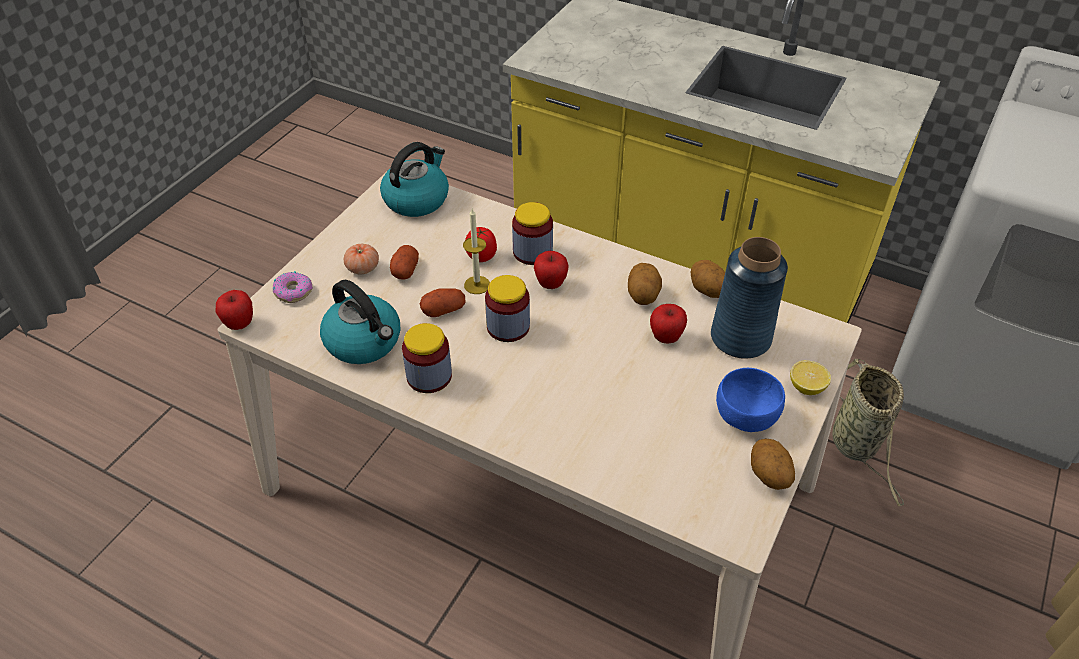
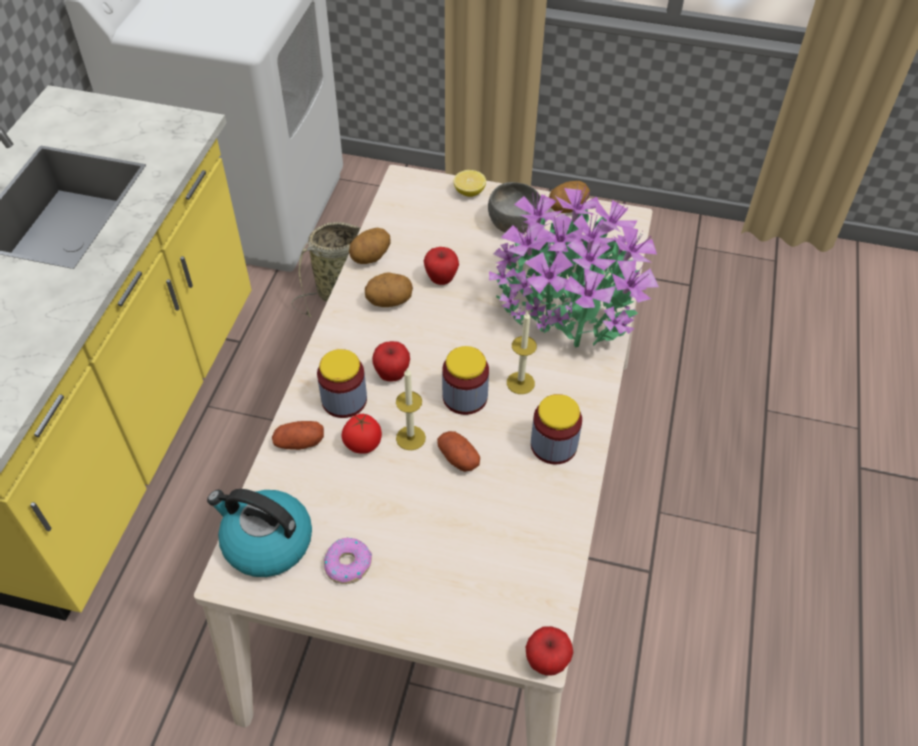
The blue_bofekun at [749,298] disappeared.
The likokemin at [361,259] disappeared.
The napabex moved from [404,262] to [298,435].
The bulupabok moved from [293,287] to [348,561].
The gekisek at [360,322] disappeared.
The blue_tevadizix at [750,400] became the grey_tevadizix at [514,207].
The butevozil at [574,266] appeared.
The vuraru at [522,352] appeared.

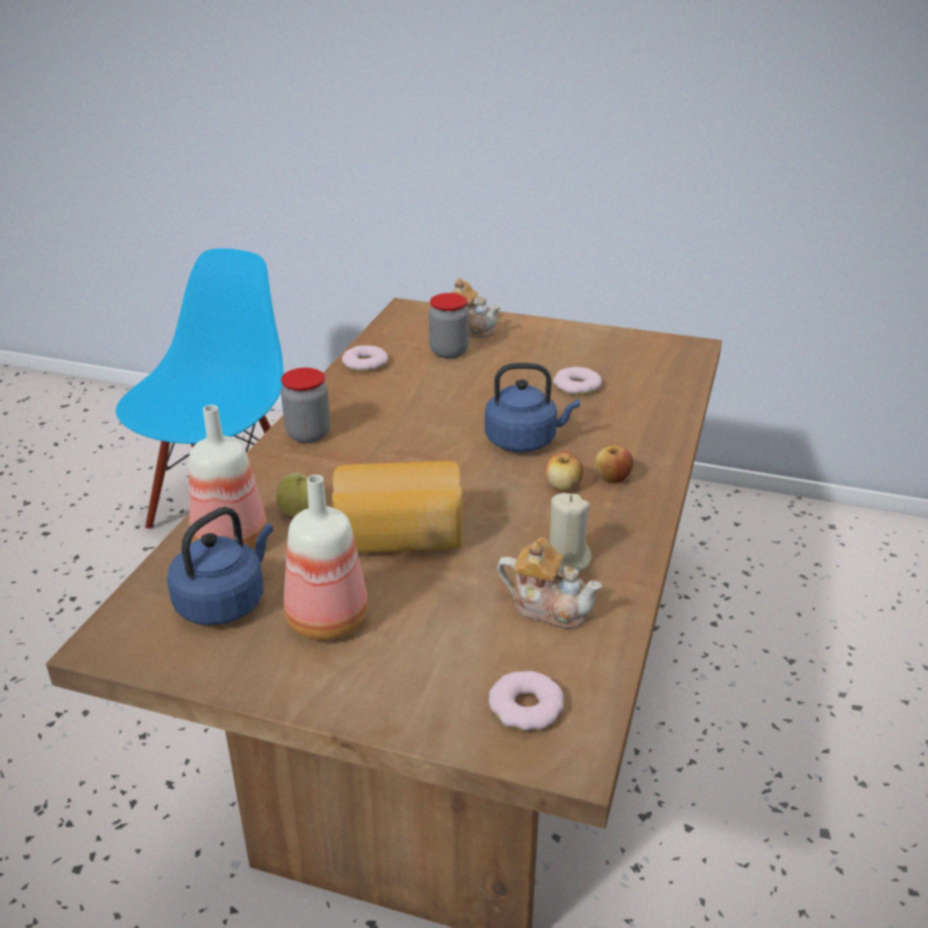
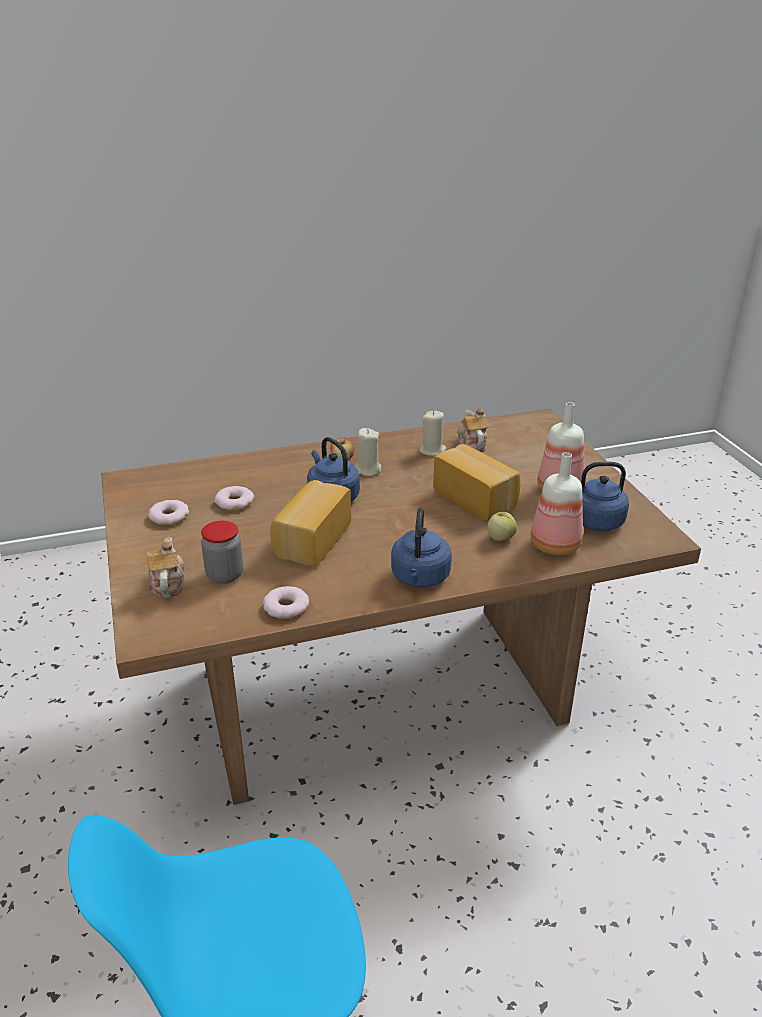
The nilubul at [305,405] was replaced by the blue_gekisek at [421,547].
The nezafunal at [564,471] was replaced by the beige_vuraru at [368,452].
The bulupabok moved from [526,701] to [168,512].
The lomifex at [310,523] appeared.

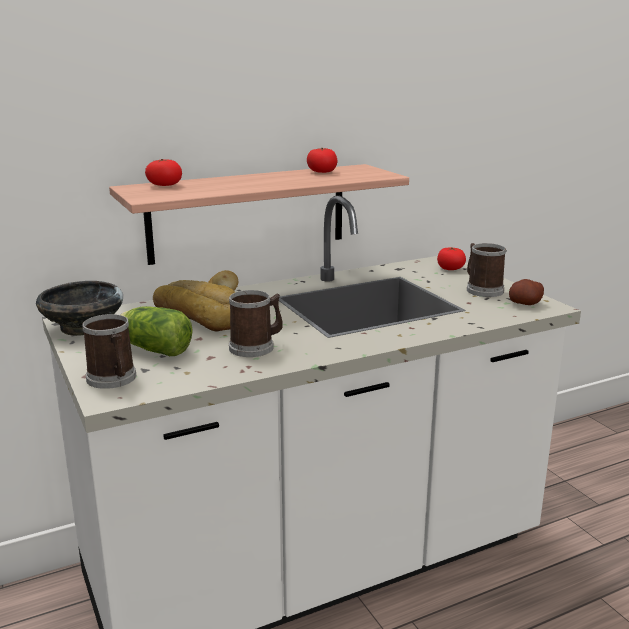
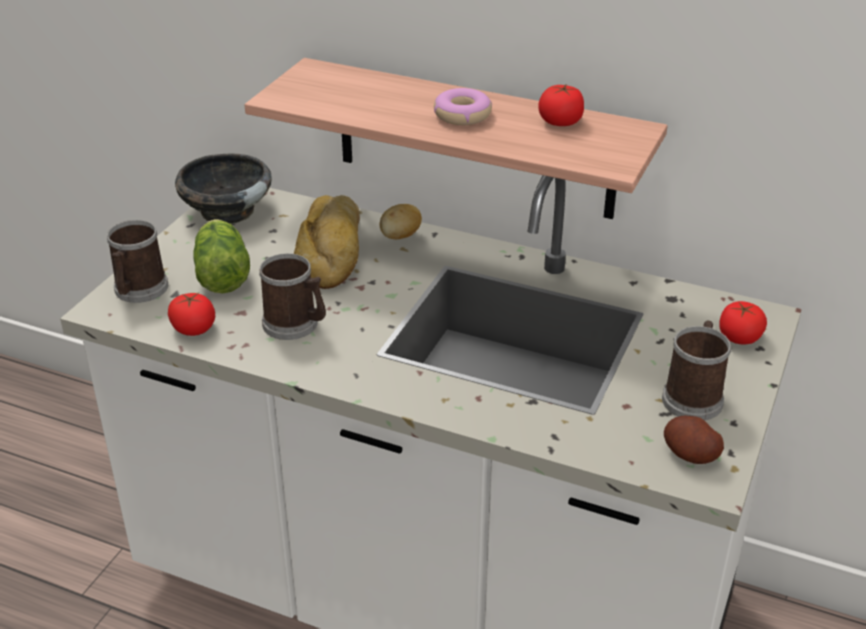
The likokemin moved from [163,172] to [191,314].
The bulupabok at [463,106] appeared.

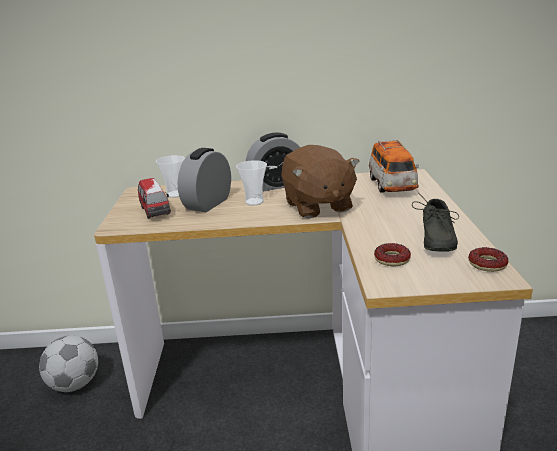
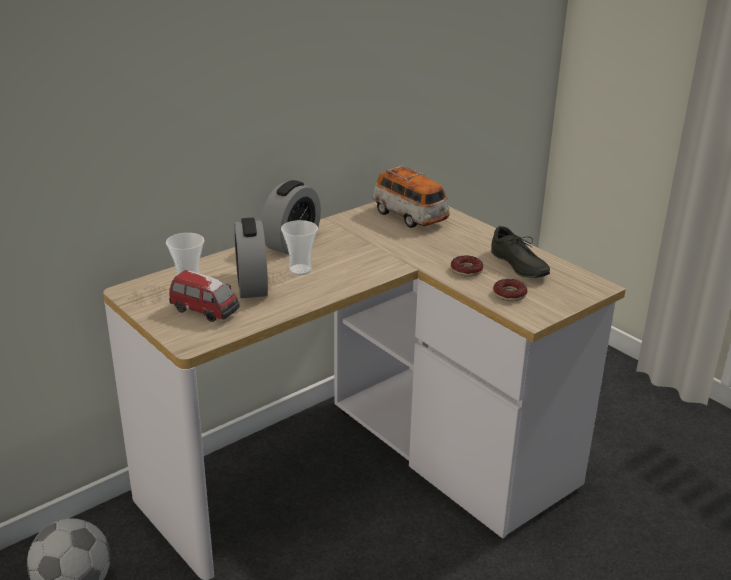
The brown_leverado at [320,181] disappeared.
The bulupabok moved from [488,259] to [467,266].

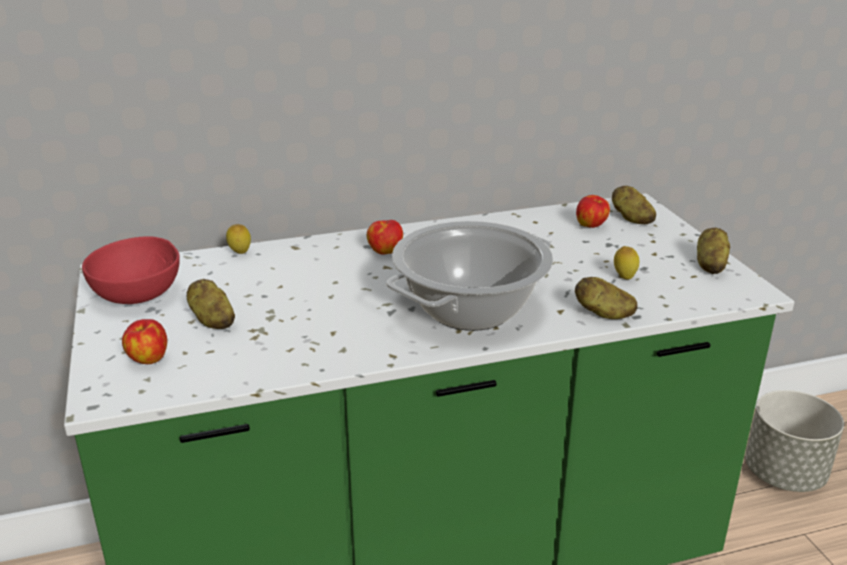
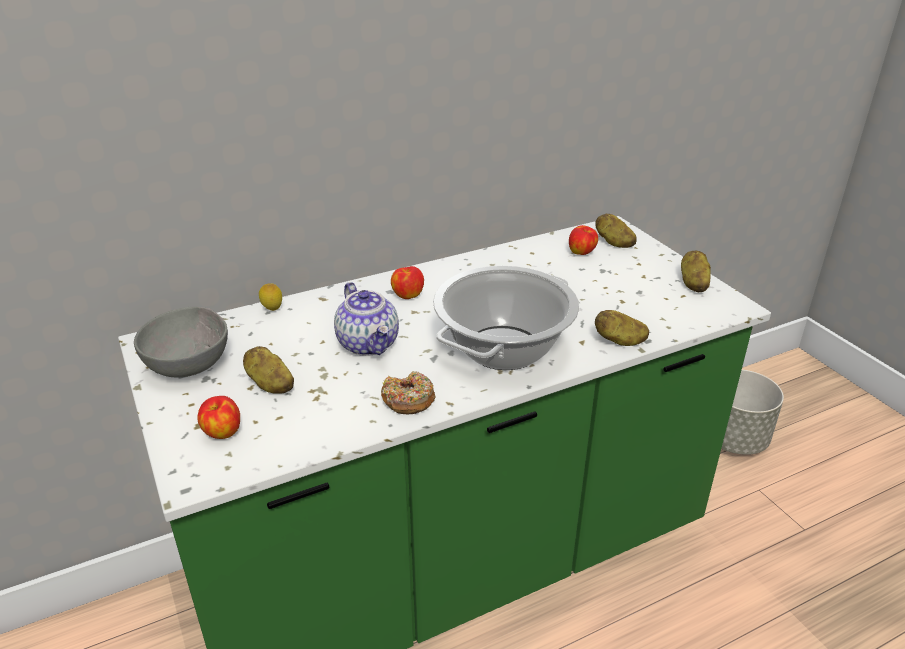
The red_tevadizix at [131,270] became the grey_tevadizix at [181,342].
The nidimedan at [626,263] disappeared.
The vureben at [366,319] appeared.
The bulupabok at [408,392] appeared.

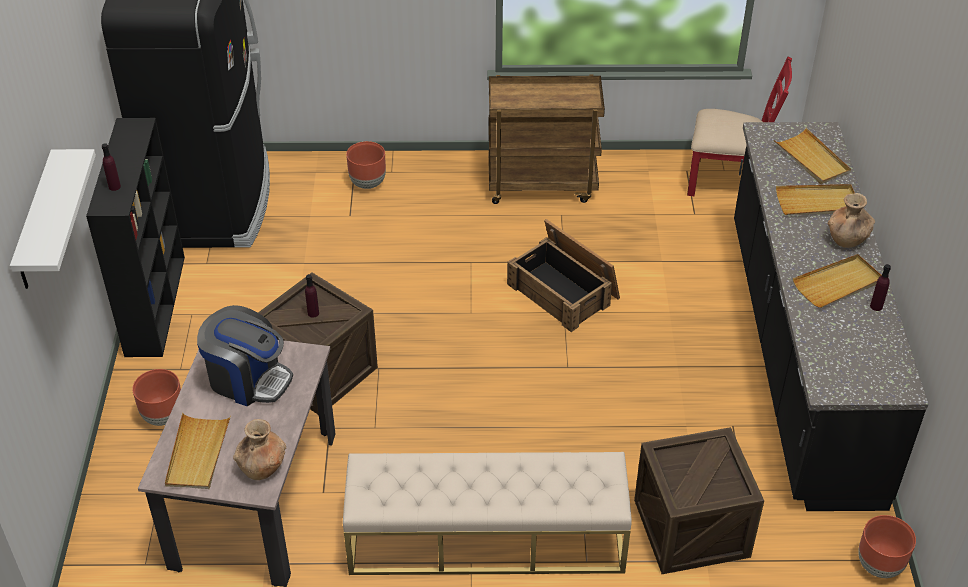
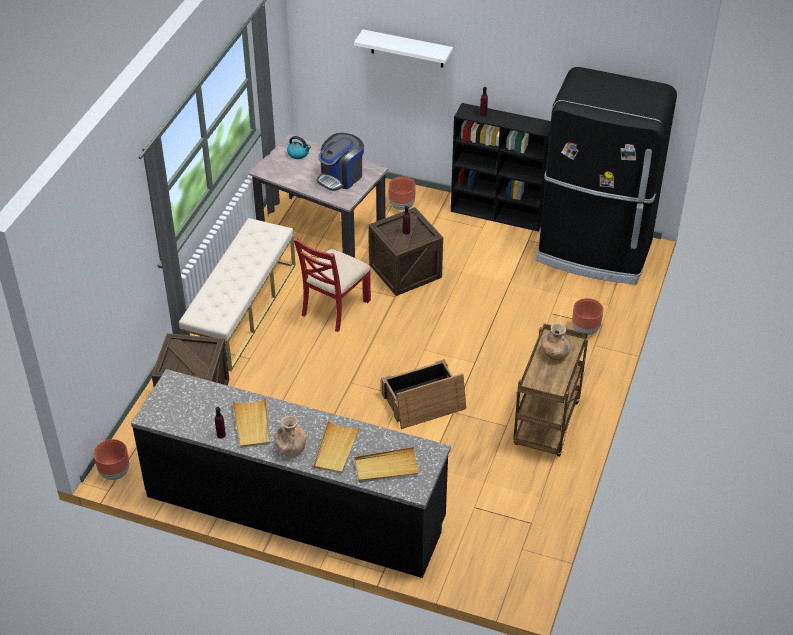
The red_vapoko moved from [739,126] to [332,284].
The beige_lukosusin at [198,451] was replaced by the gekisek at [299,147].
The brown_bofekun moved from [259,449] to [556,341].

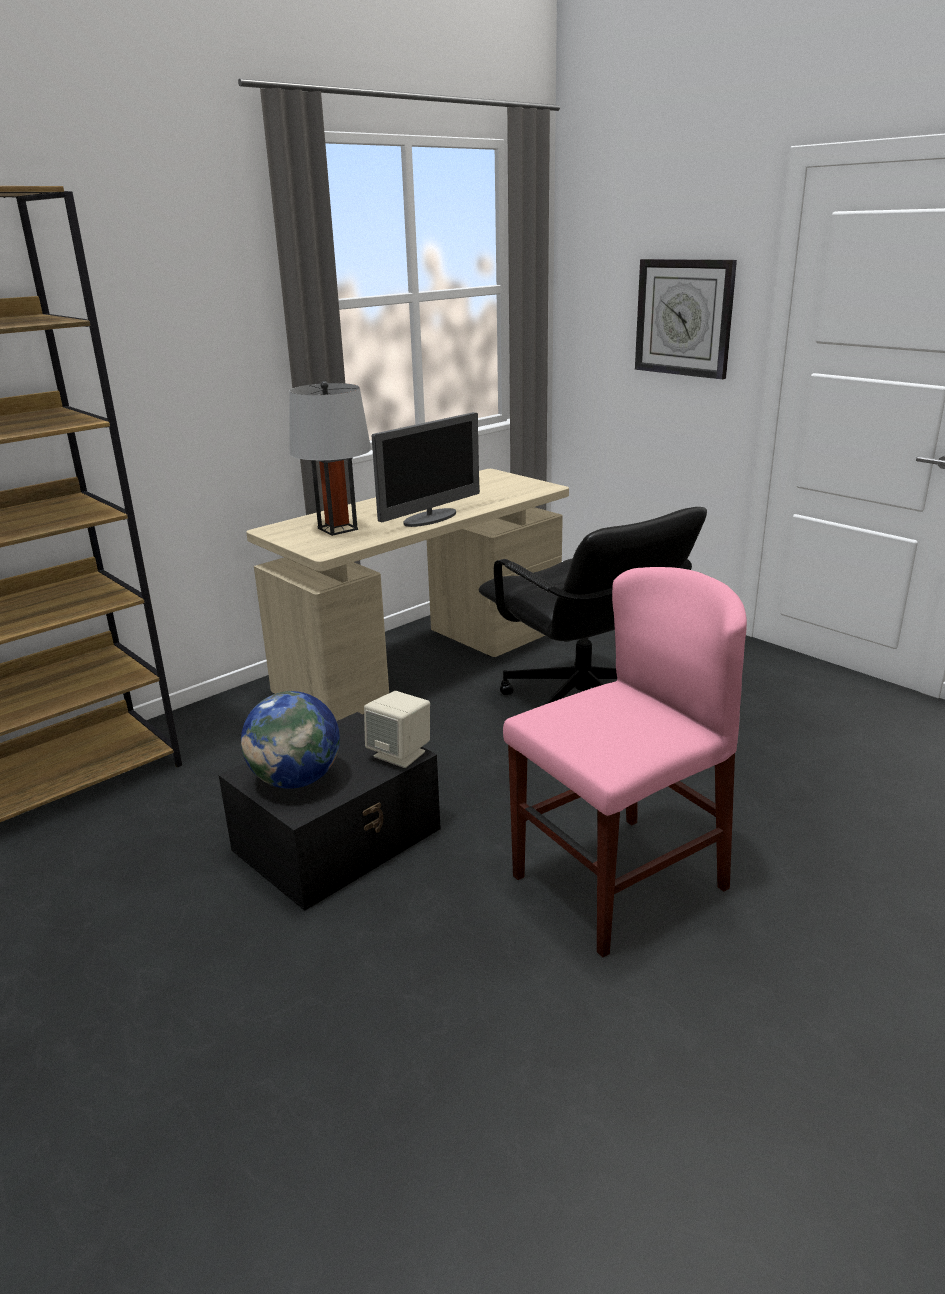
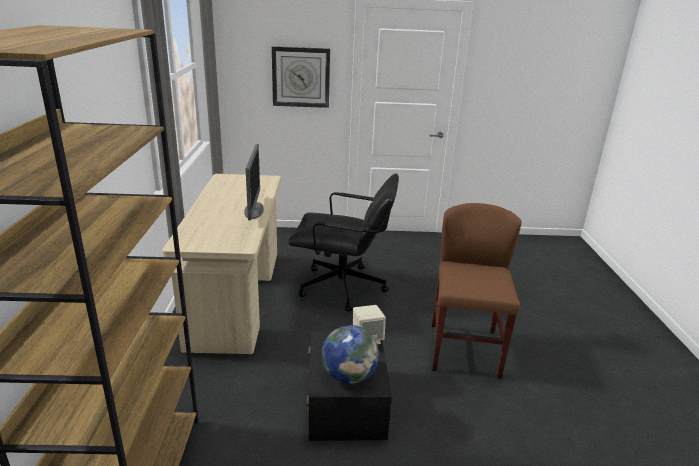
The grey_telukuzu at [330,458] disappeared.
The pink_vapoko at [625,762] became the brown_vapoko at [477,291].

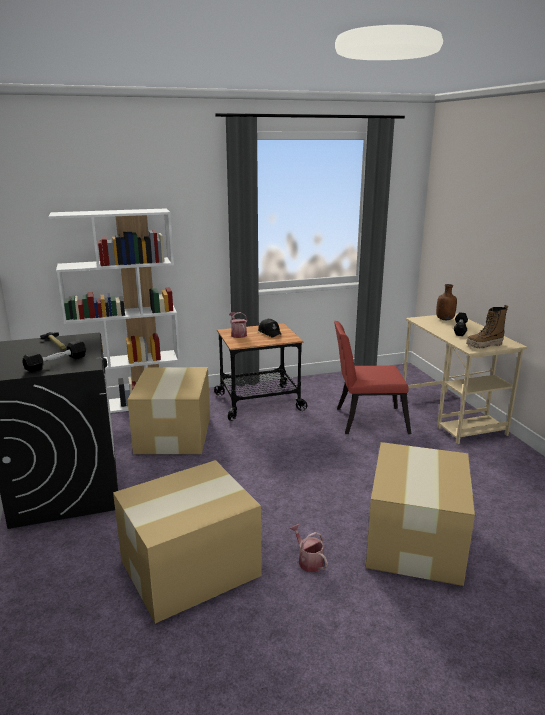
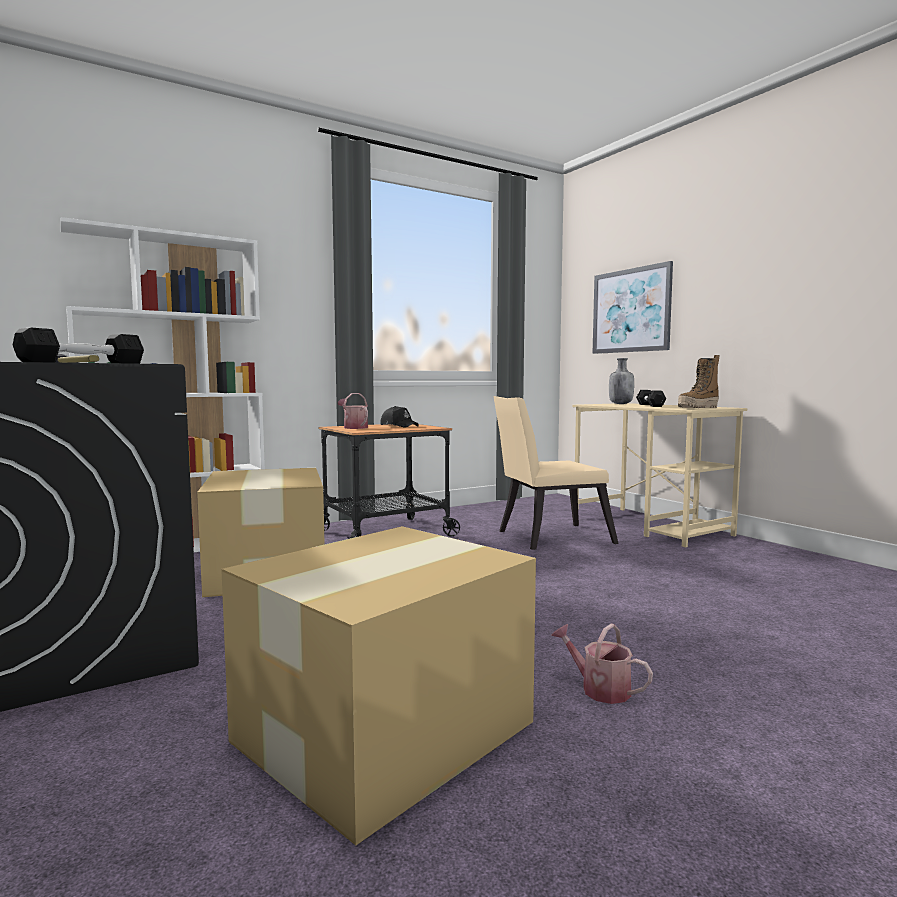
The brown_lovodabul at [446,302] became the grey_lovodabul at [621,381].
The red_vapoko at [372,377] became the beige_vapoko at [556,473].
The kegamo at [420,514] disappeared.
The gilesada at [632,307] appeared.

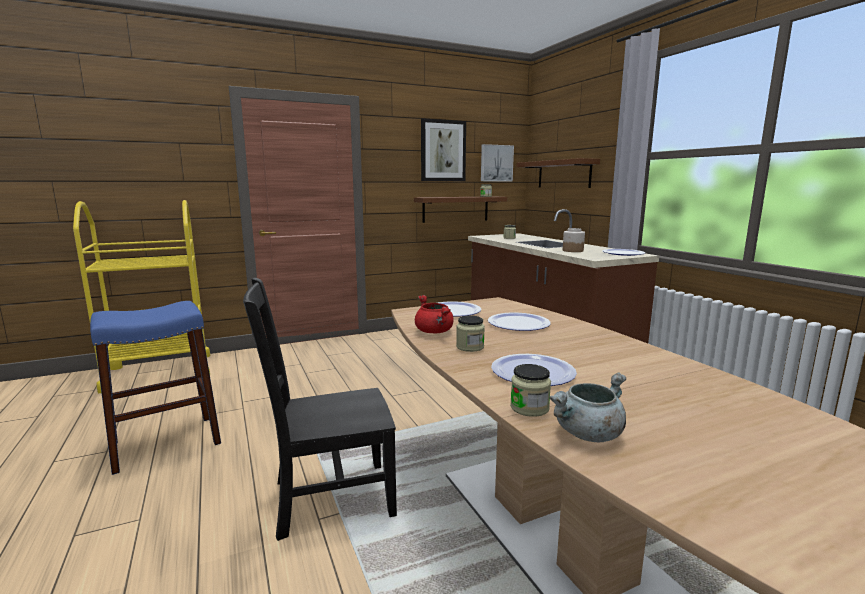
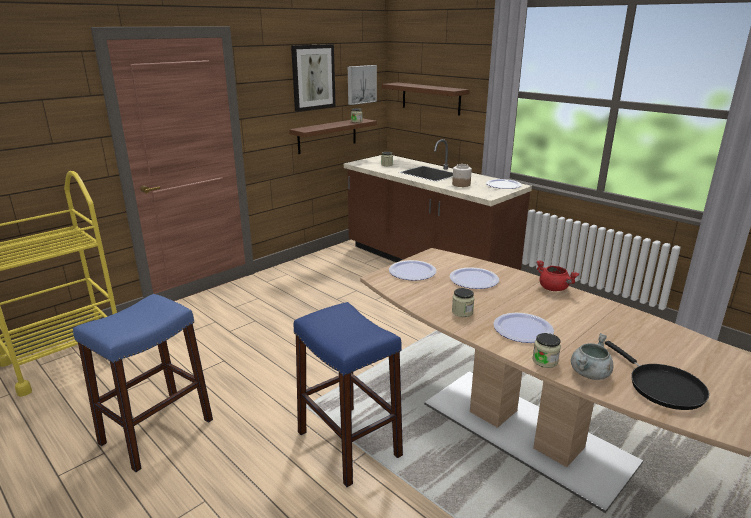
The black_vapoko at [320,409] was replaced by the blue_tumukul at [348,394].
The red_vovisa moved from [434,314] to [557,275].
The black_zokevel at [657,375] appeared.

